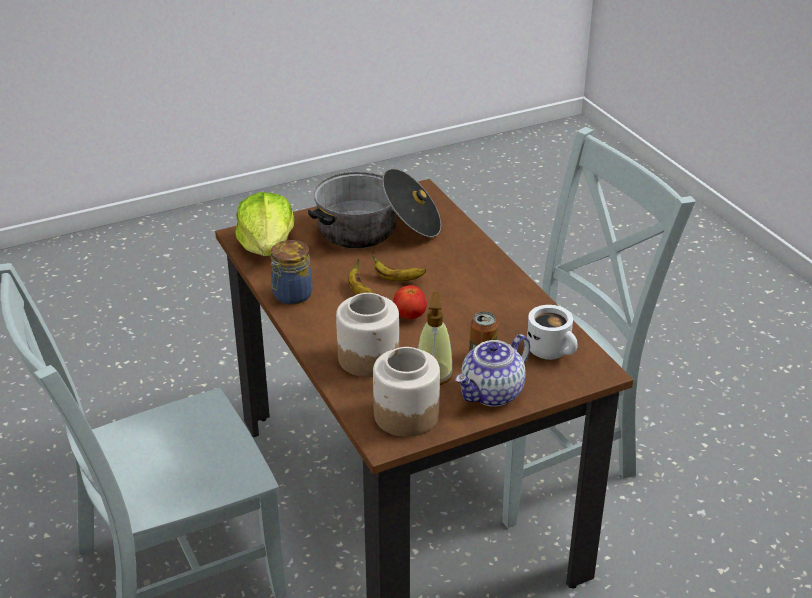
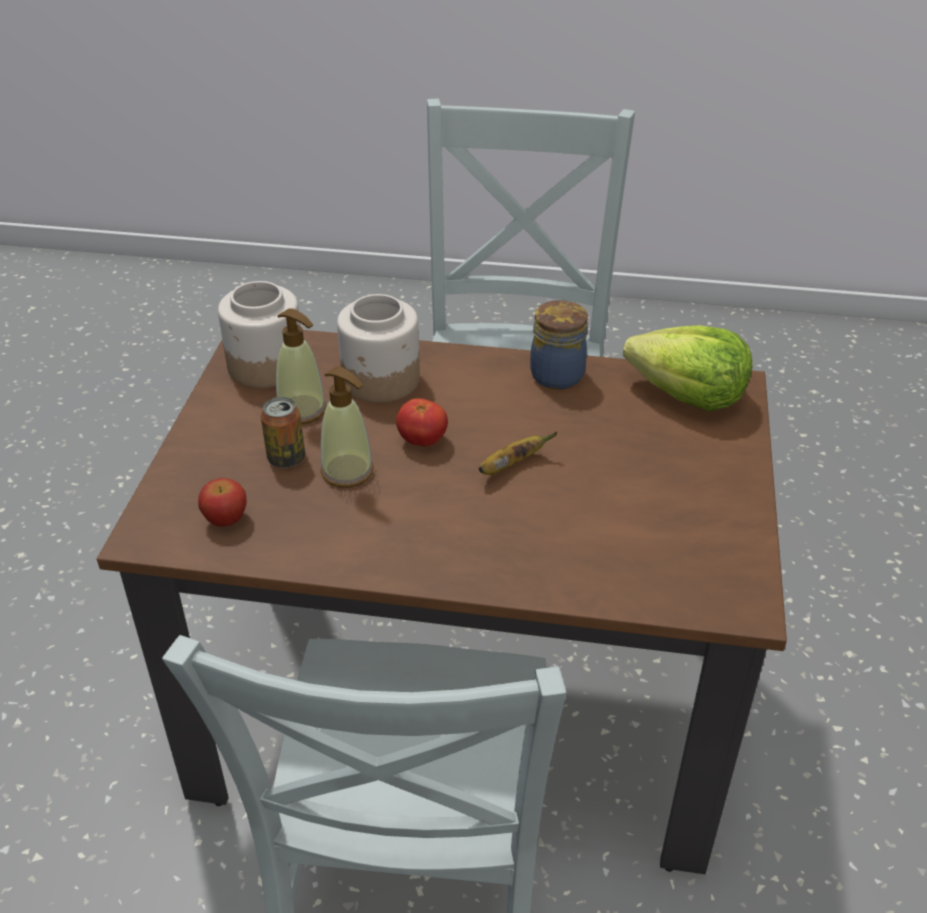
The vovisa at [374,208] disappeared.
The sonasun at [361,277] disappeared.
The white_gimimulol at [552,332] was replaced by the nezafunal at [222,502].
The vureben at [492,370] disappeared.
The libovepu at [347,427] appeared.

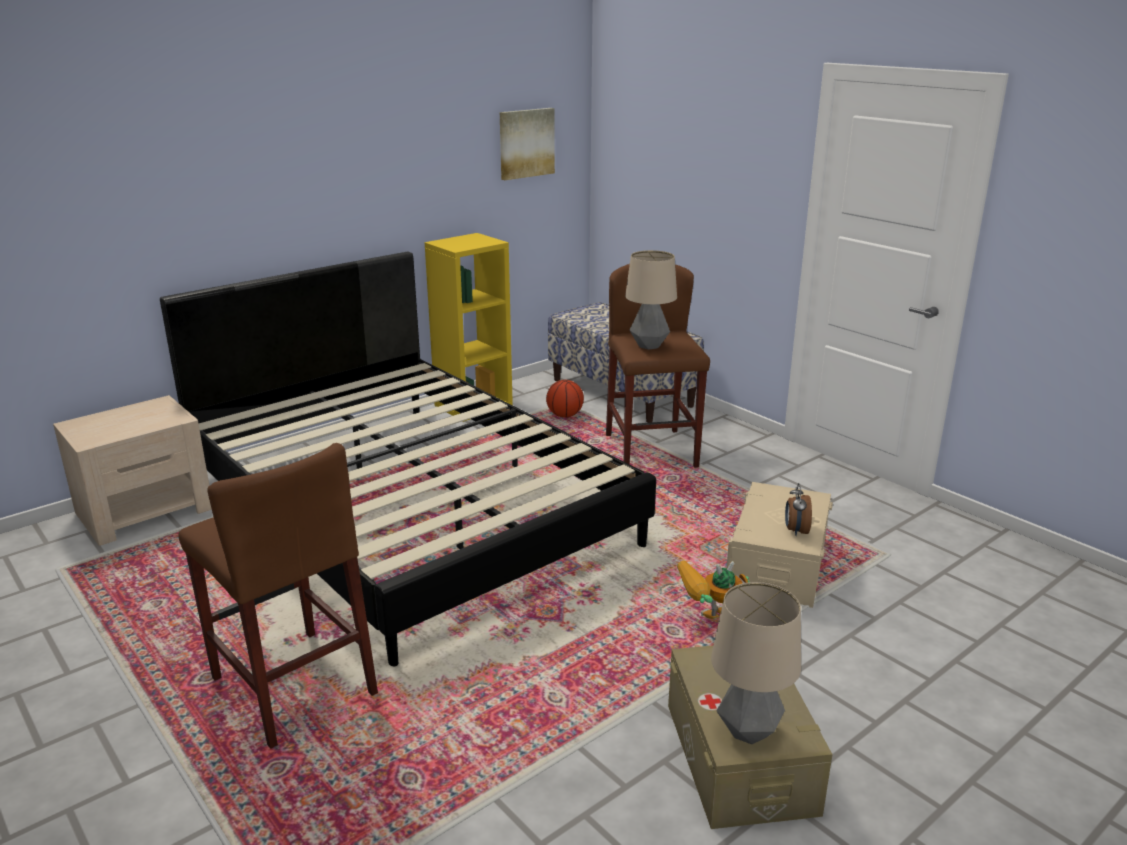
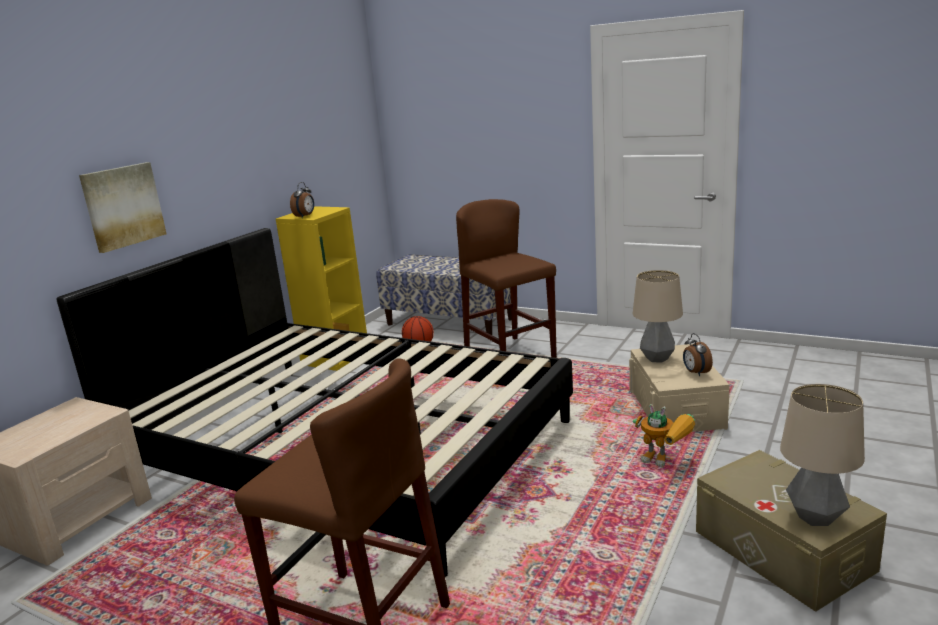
The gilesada moved from [527,144] to [123,207].
The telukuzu moved from [651,300] to [658,316].
The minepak at [713,590] turned 105 degrees counterclockwise.
The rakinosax at [302,200] appeared.

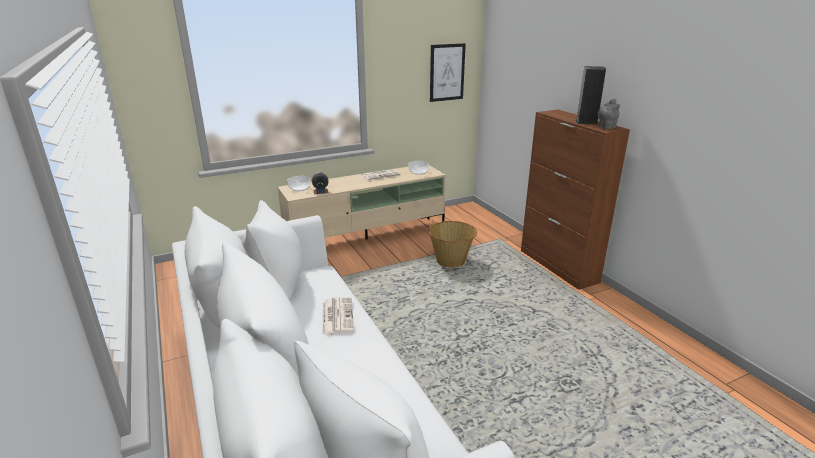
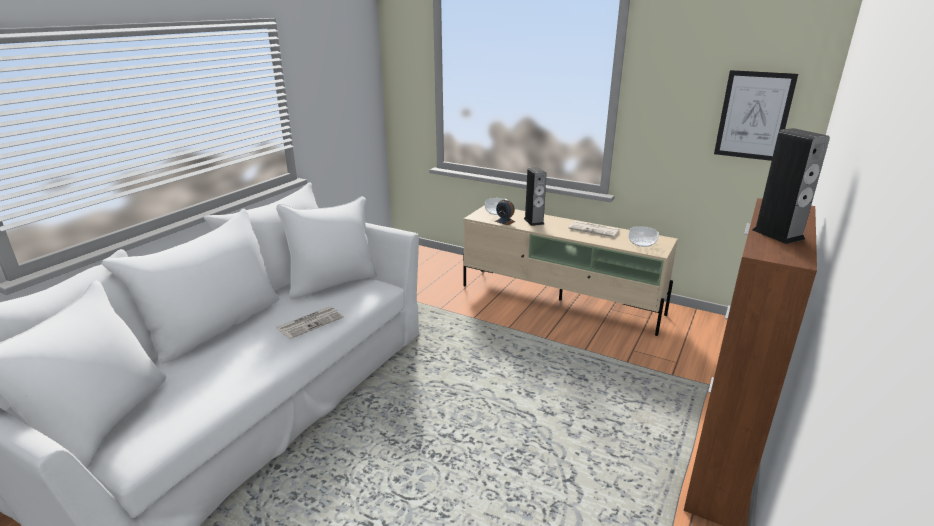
The grey_vureben at [608,114] disappeared.
The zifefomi at [453,244] disappeared.
The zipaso at [535,196] appeared.

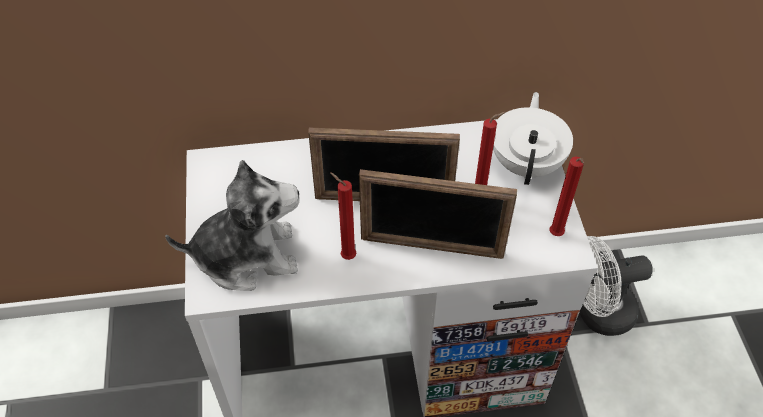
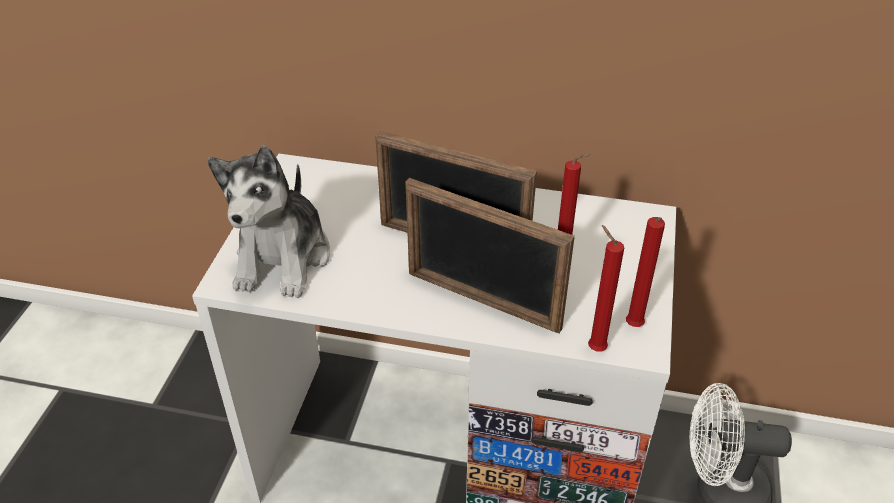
The white_vureben at [533,138] disappeared.
The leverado at [232,225] turned 90 degrees clockwise.
The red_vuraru moved from [343,216] to [606,288].

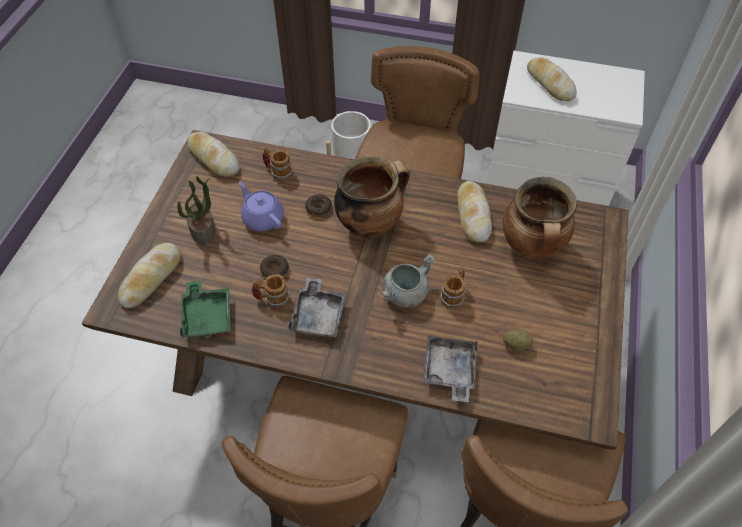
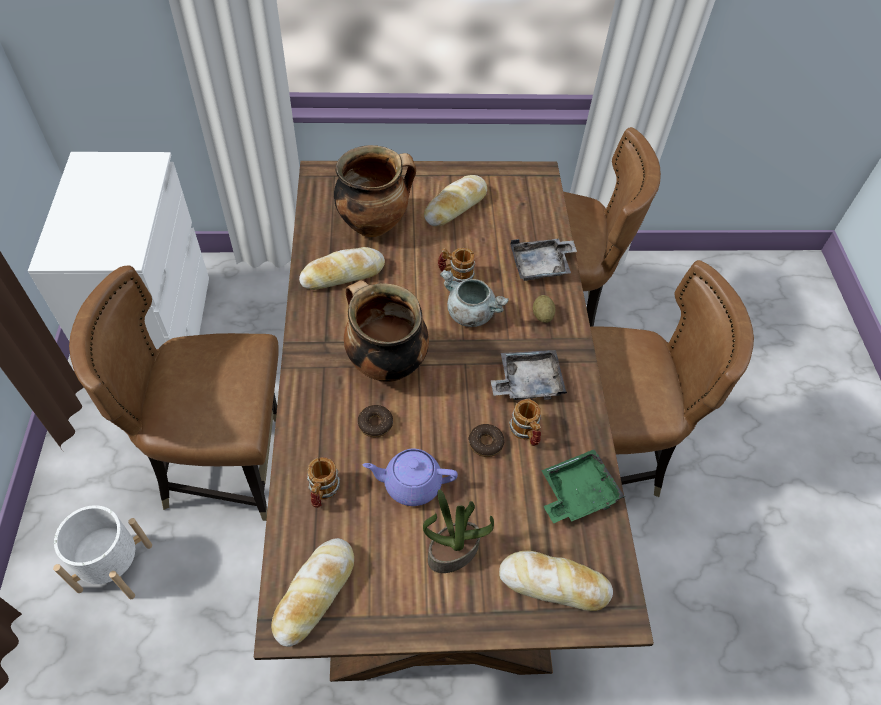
The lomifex moved from [552,79] to [455,200].
The purple_vureben at [261,206] turned 60 degrees clockwise.
The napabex moved from [518,340] to [544,309].

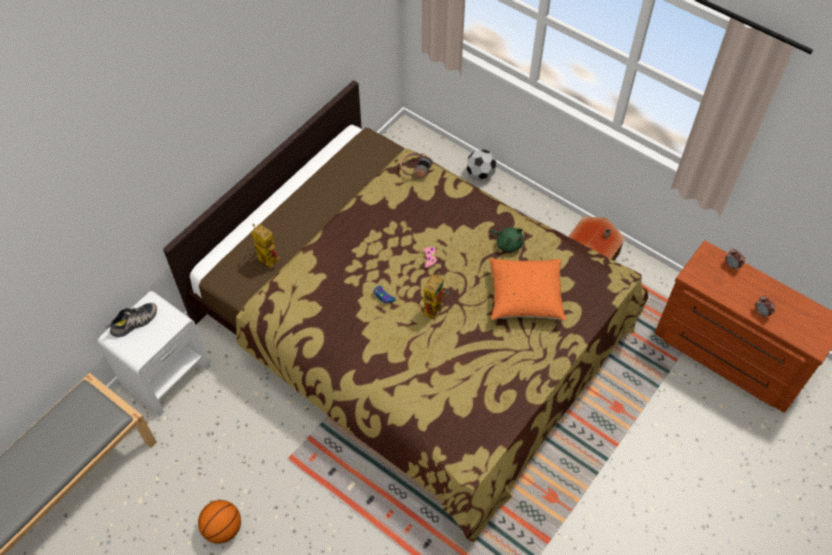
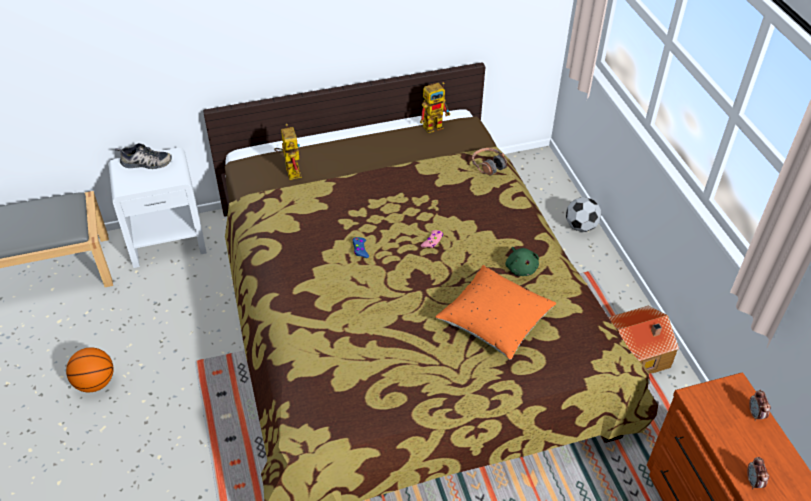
The minepak moved from [436,296] to [435,107].

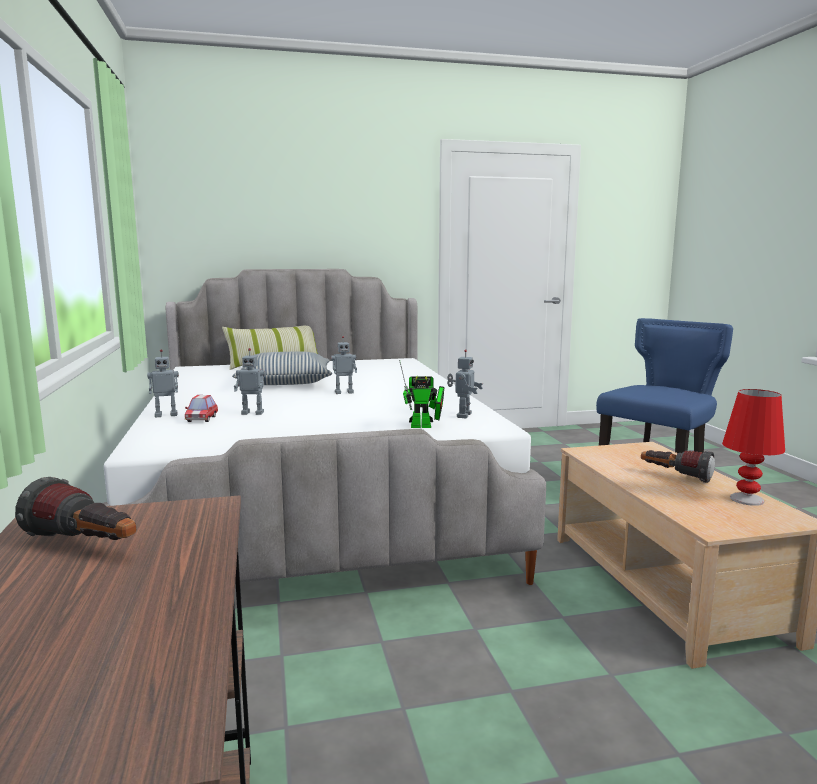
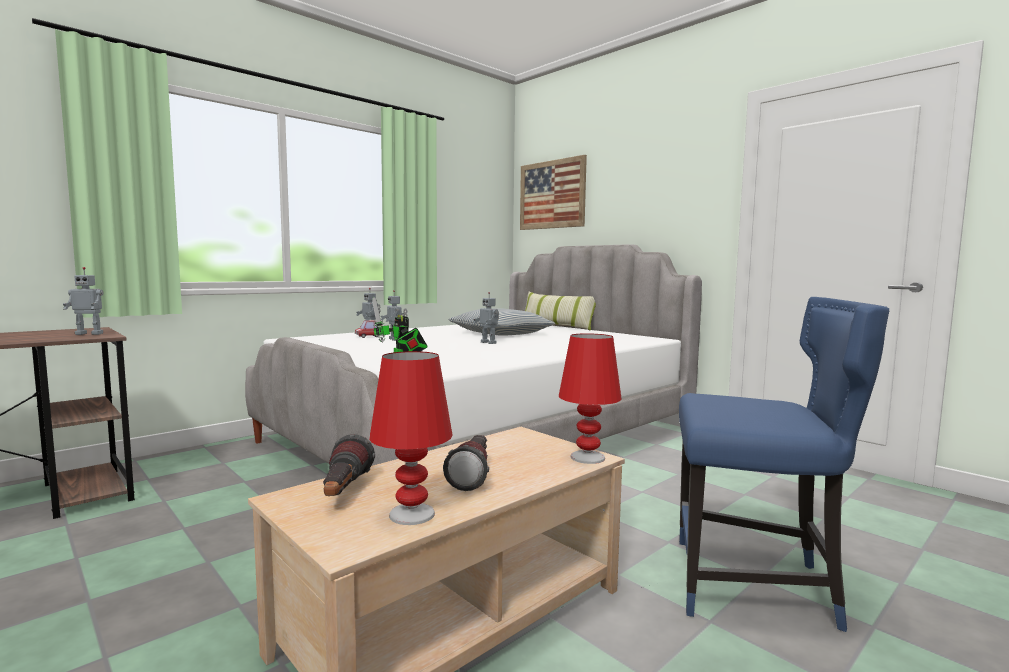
The minepak moved from [465,383] to [83,301].
The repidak moved from [75,508] to [349,465].
The gilesada at [553,192] appeared.
The red_telukuzu at [590,398] appeared.

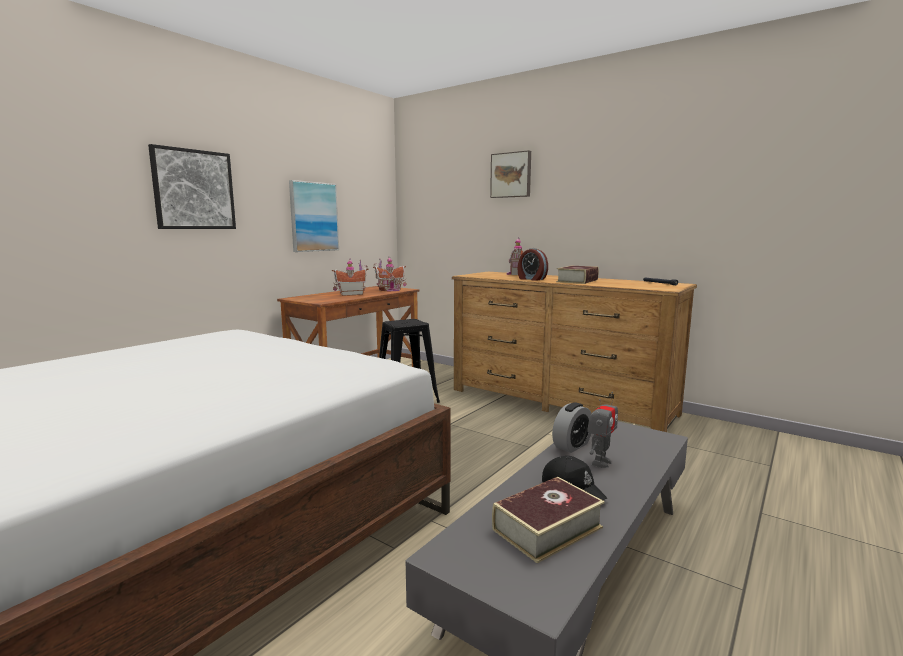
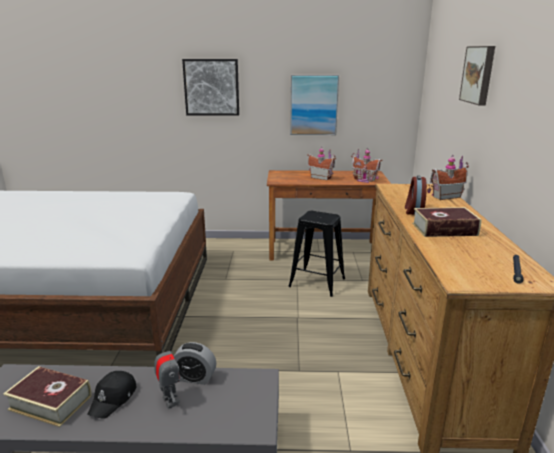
The minepak at [602,430] turned 120 degrees counterclockwise.

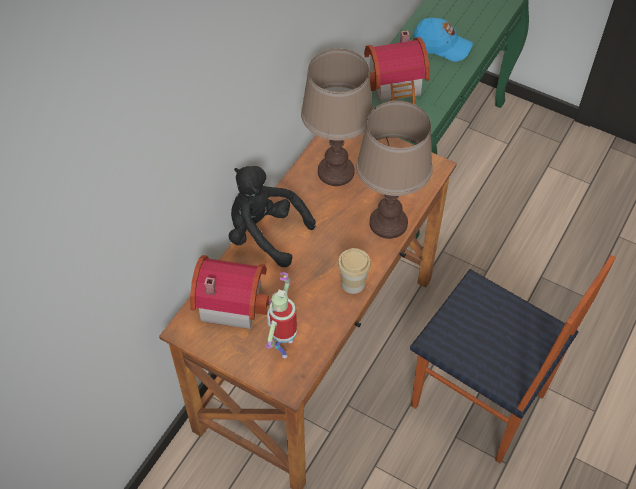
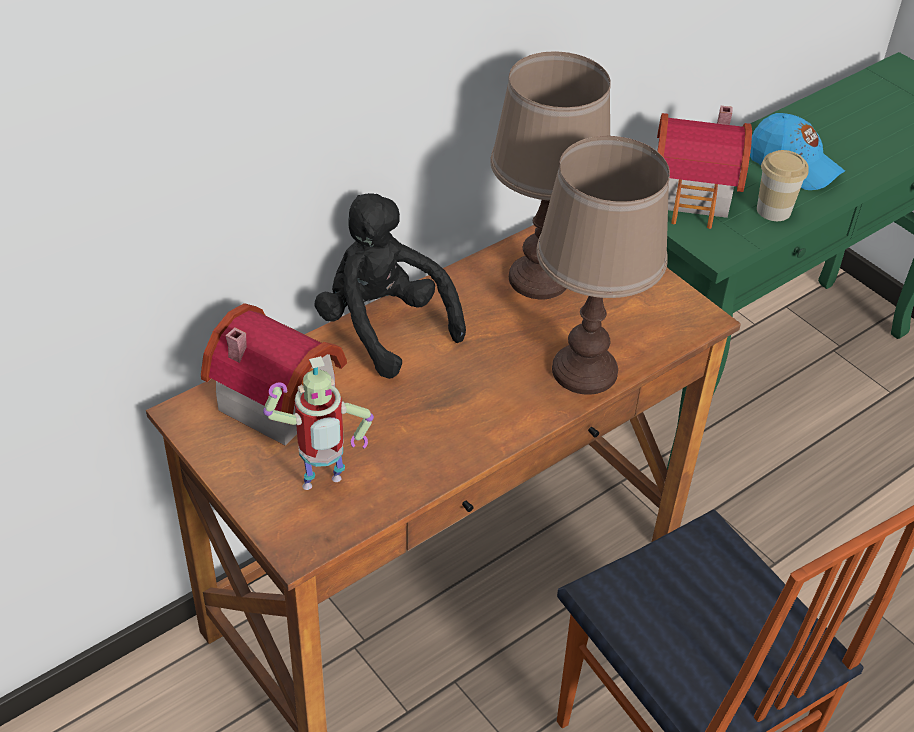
The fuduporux moved from [354,271] to [783,185].
The minepak at [281,315] turned 150 degrees counterclockwise.

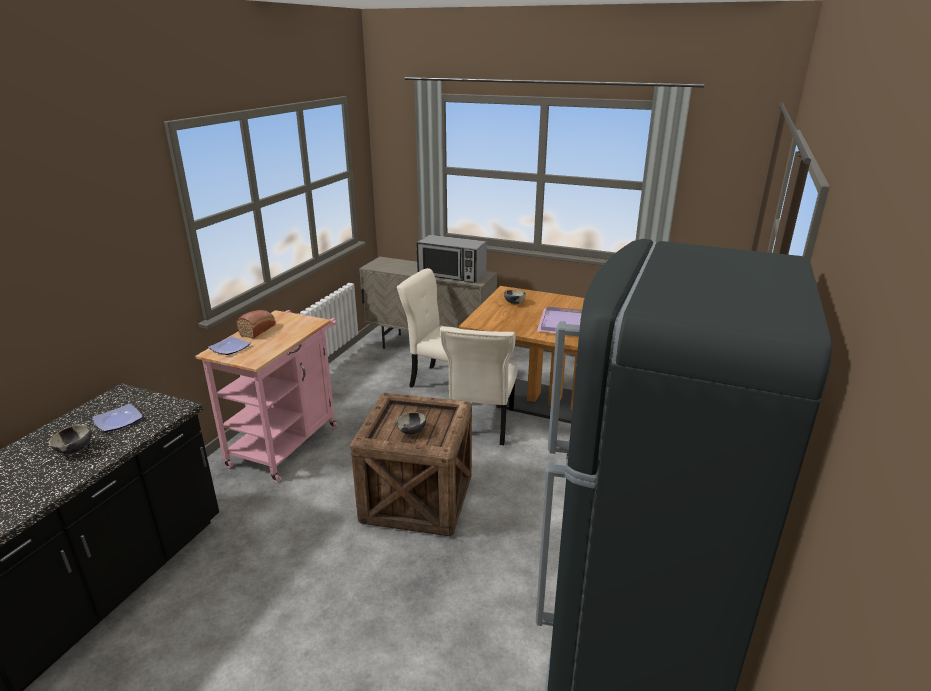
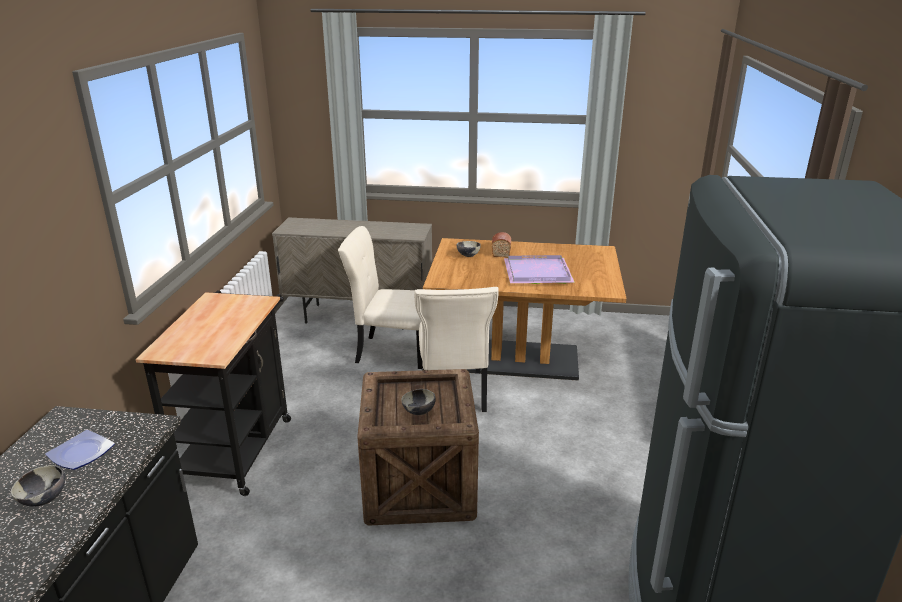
The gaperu at [451,259] disappeared.
The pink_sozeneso at [266,396] became the black_sozeneso at [213,393].
The lomifex moved from [256,324] to [501,245].
The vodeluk at [229,345] disappeared.

